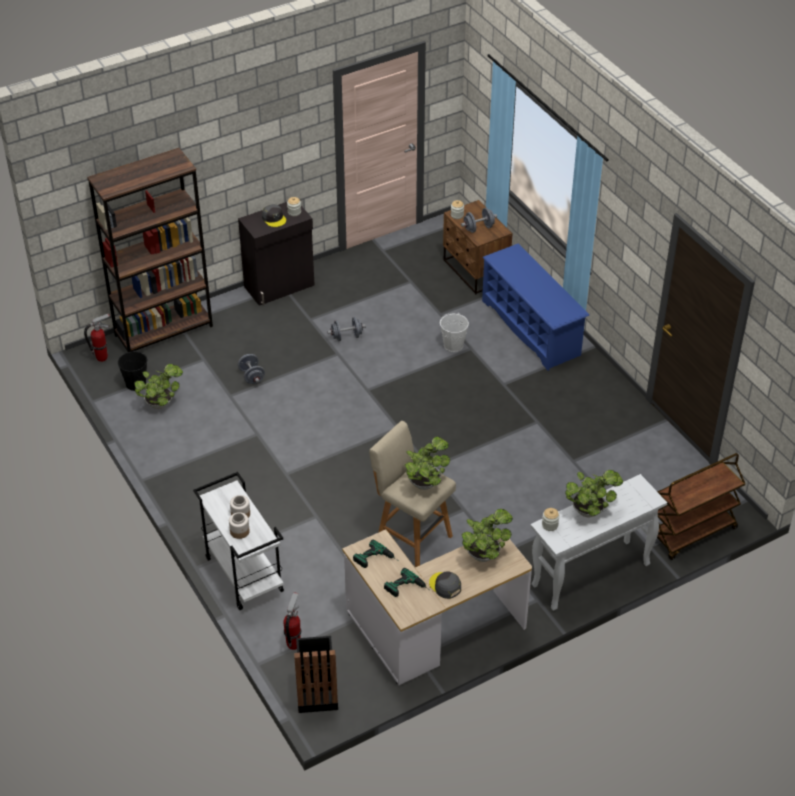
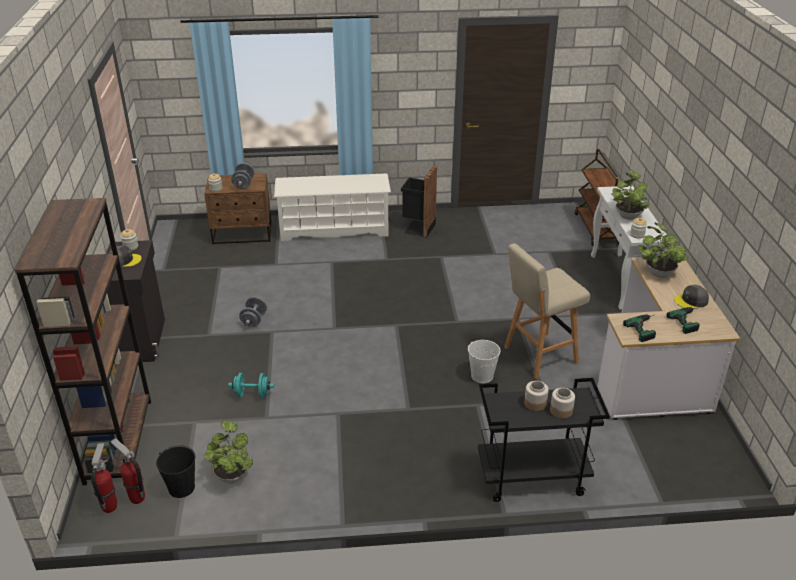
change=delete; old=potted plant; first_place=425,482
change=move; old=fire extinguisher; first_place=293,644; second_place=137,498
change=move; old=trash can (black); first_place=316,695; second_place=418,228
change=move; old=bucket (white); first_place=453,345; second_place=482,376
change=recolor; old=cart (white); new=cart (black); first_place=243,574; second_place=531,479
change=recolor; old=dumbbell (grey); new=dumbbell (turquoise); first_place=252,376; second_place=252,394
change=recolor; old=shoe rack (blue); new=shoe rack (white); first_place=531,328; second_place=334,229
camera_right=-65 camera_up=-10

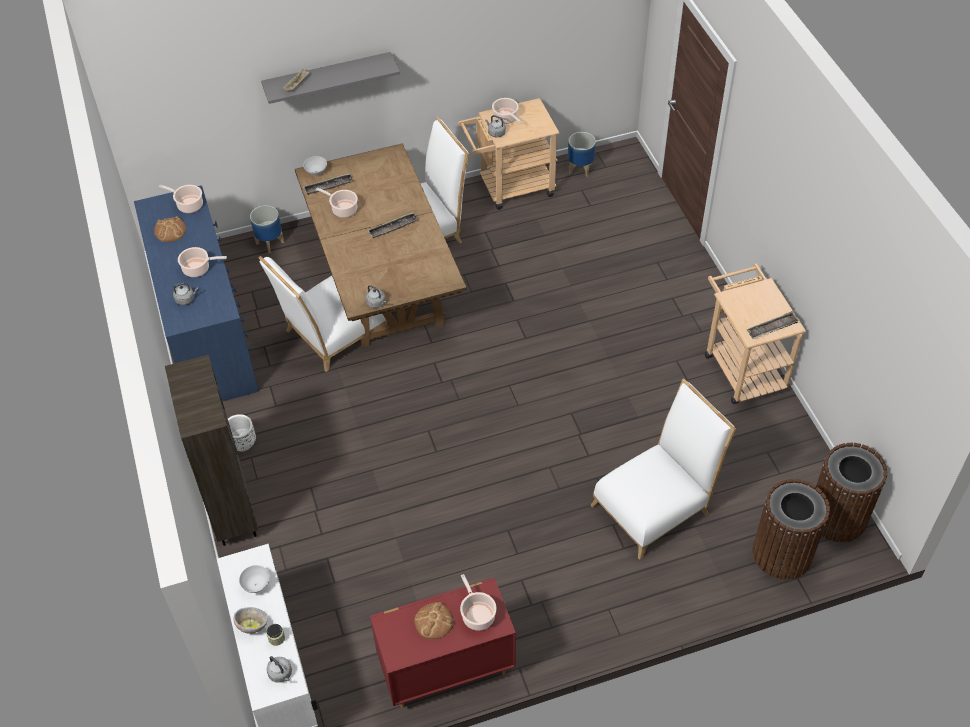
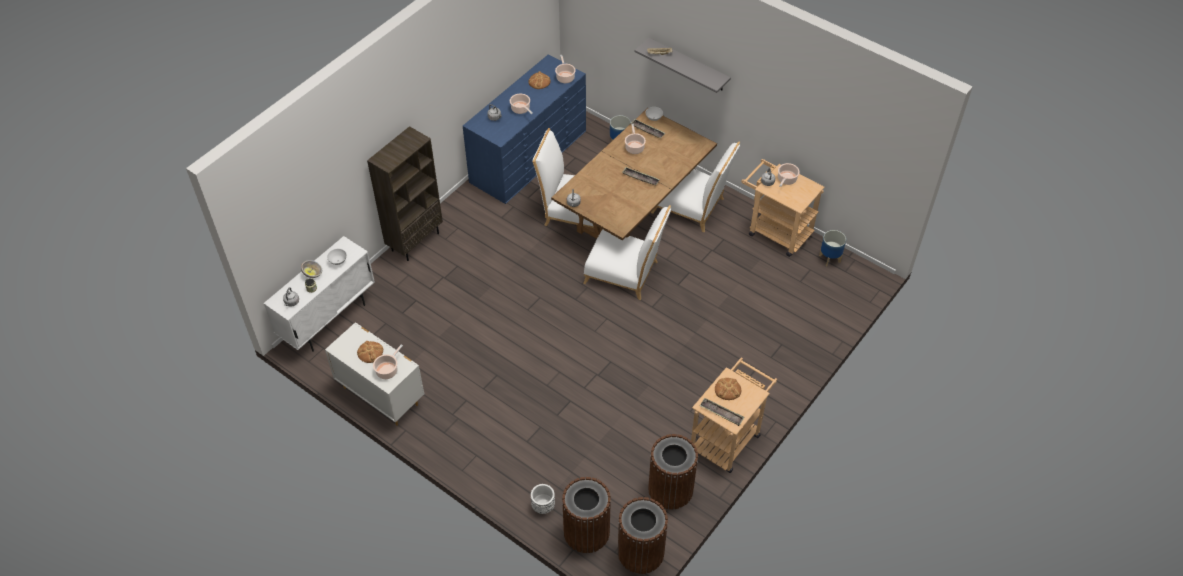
change=insert; new=trash can (brown); second_place=670,489
change=insert; new=bread; second_place=727,389
change=move; old=planter (white); first_place=242,443; second_place=543,506
change=move; old=chair (white); first_place=655,505; second_place=625,274
change=recolor; old=dresser (red); new=dresser (white); first_place=445,670; second_place=380,395
camera_right=55 camera_up=0

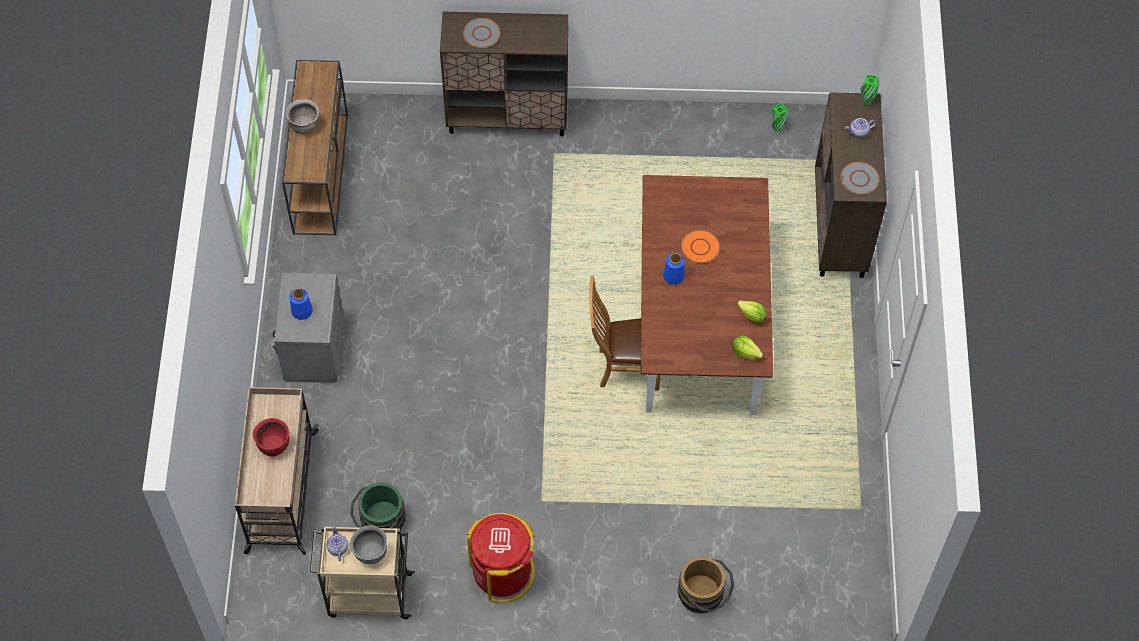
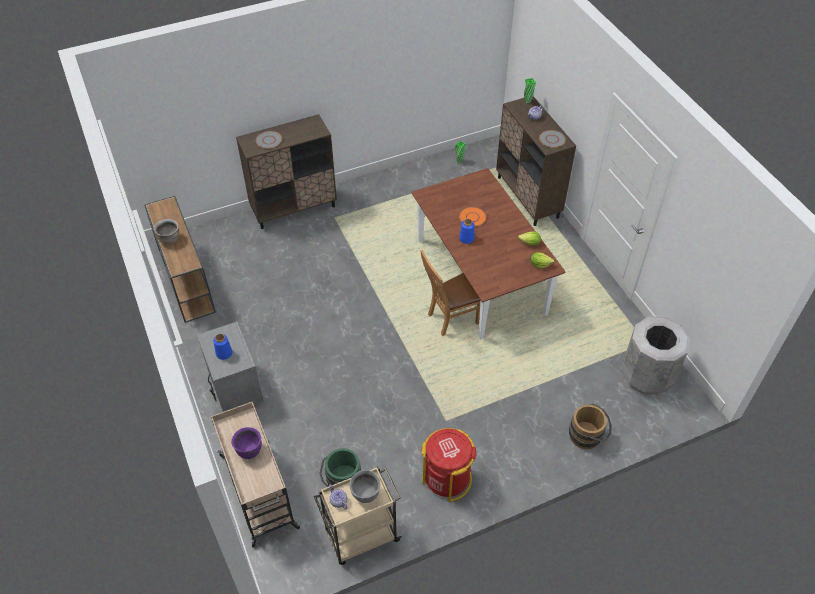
change=insert; new=trash can (grey); second_place=646,376
change=recolor; old=cooking pot (red); new=cooking pot (purple); first_place=273,445; second_place=249,450
camera_right=-25 camera_up=-10

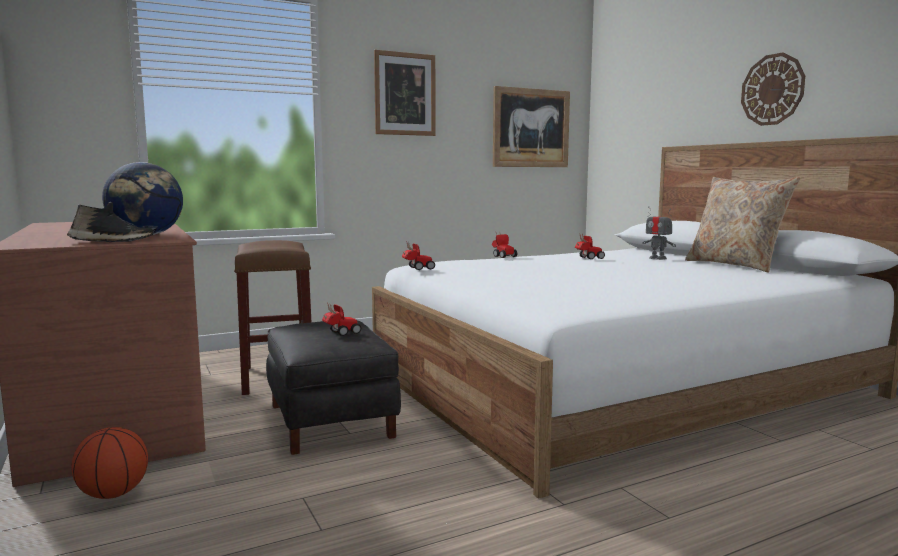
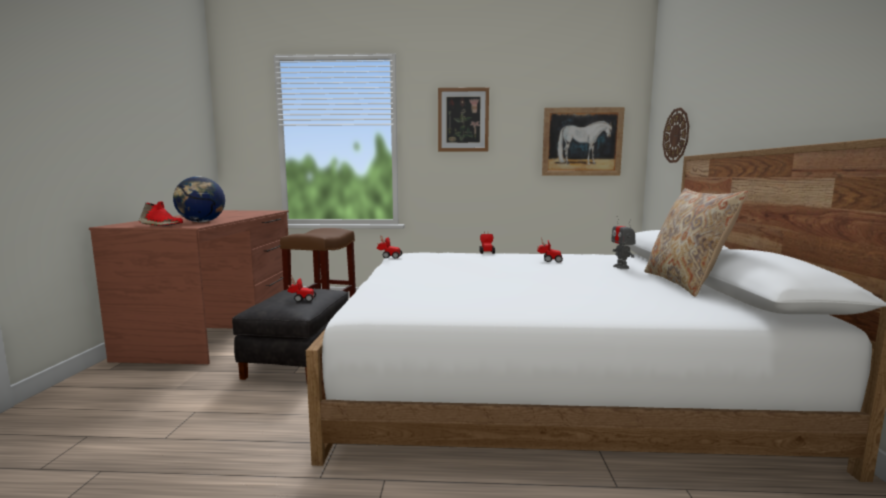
change=delete; old=basketball; first_place=113,494
change=move; old=wall clock; first_place=772,89; second_place=676,135
change=recolor; old=shoe (black); new=shoe (red); first_place=111,241; second_place=160,225
camera_right=30 camera_up=0

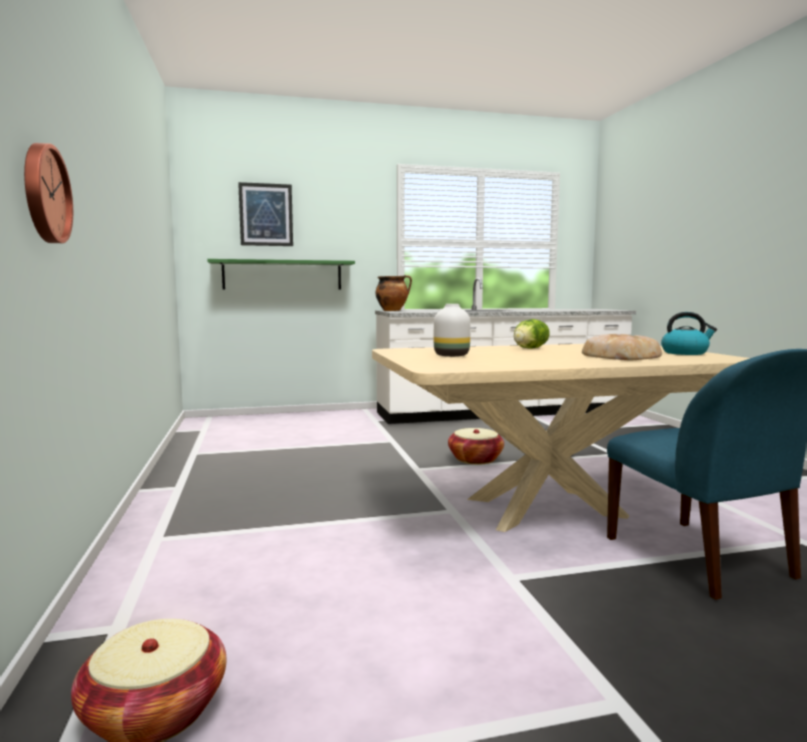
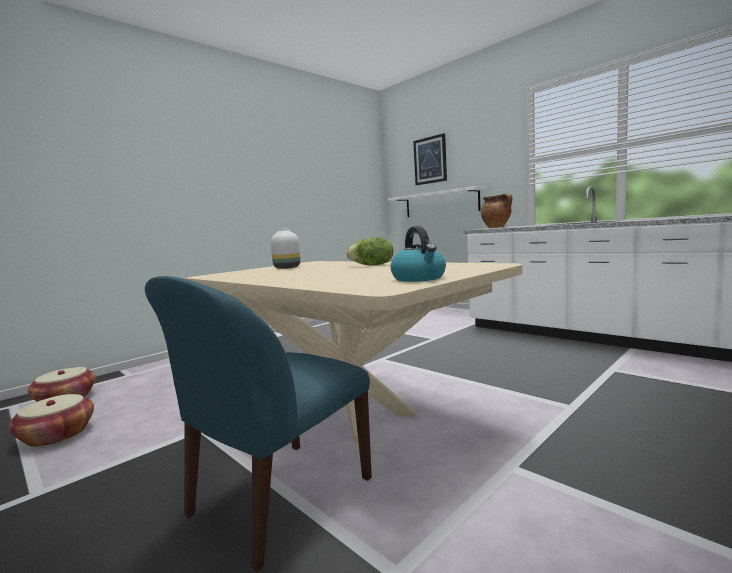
change=delete; old=wall clock; first_place=44,194
change=delete; old=bread; first_place=620,356
change=move; old=basket; first_place=475,459; second_place=57,435
change=recolor; old=shelf (green); new=shelf (white); first_place=282,275; second_place=441,203
camera_right=60 camera_up=0

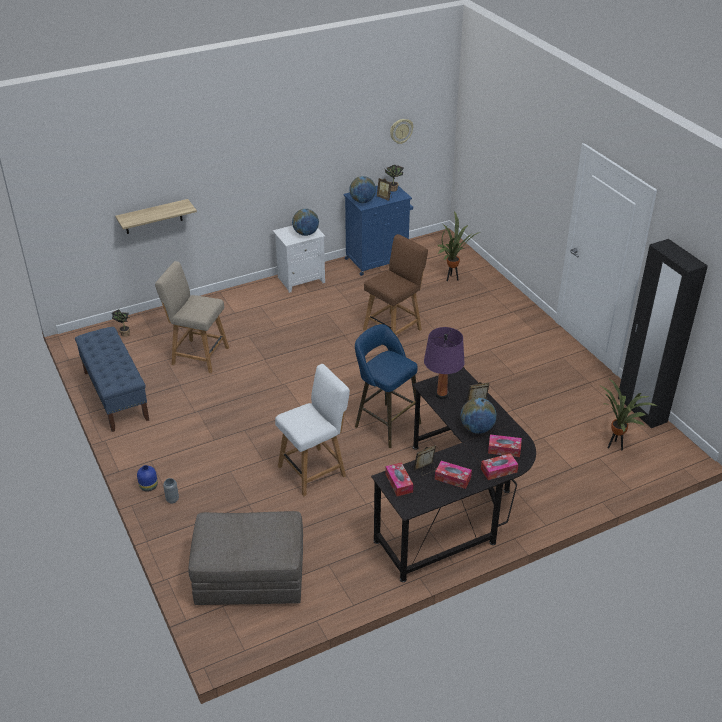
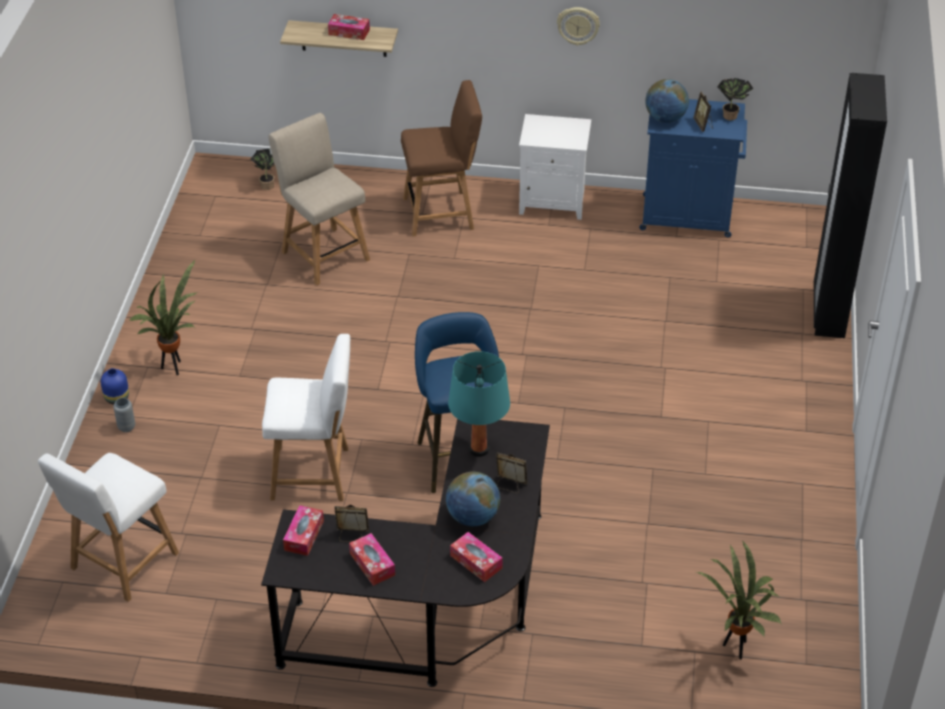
change=delete; old=bench (blue); first_place=115,395
change=delete; old=globe; first_place=306,233
change=move; old=chair (brown); first_place=394,328; second_place=442,213
change=move; old=wall clock; first_place=401,131; second_place=578,25
change=move; old=potted plant; first_place=452,278; second_place=174,367
change=move; old=tissue box; first_place=498,470; second_place=349,32
change=move; old=wardrobe (black); first_place=641,410; second_place=828,312
change=replace; old=ottoman (grey); new=chair (white); first_place=249,576; second_place=121,564
change=recolor; old=table lamp (purple); new=table lamp (turquoise); first_place=442,395; second_place=479,449
camera_right=35 camera_up=5

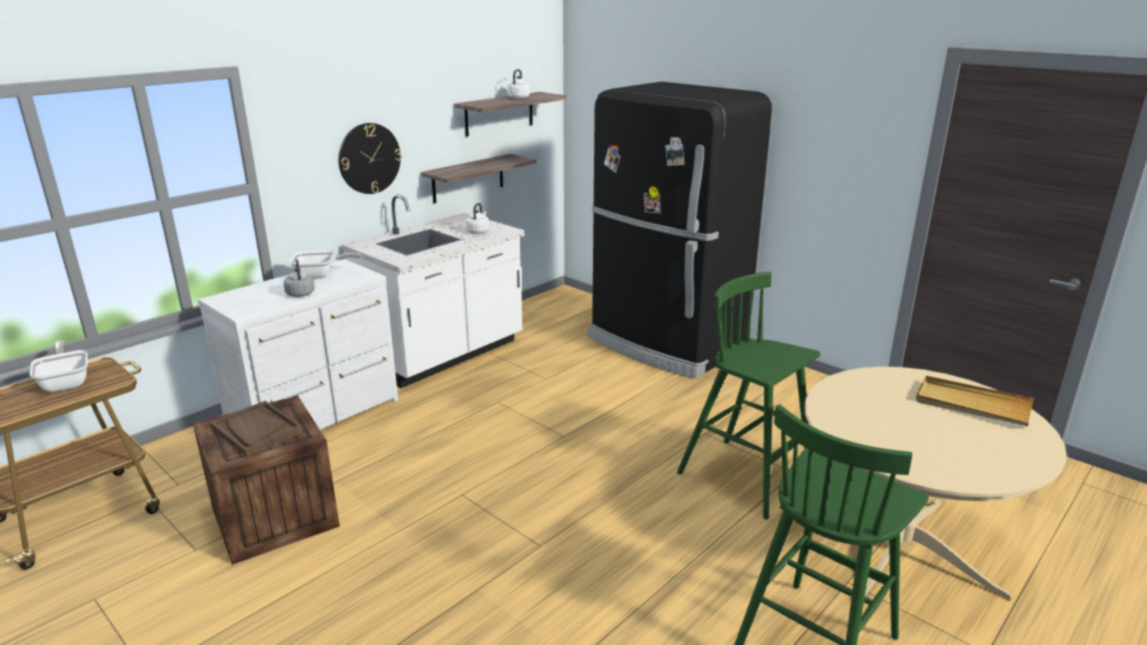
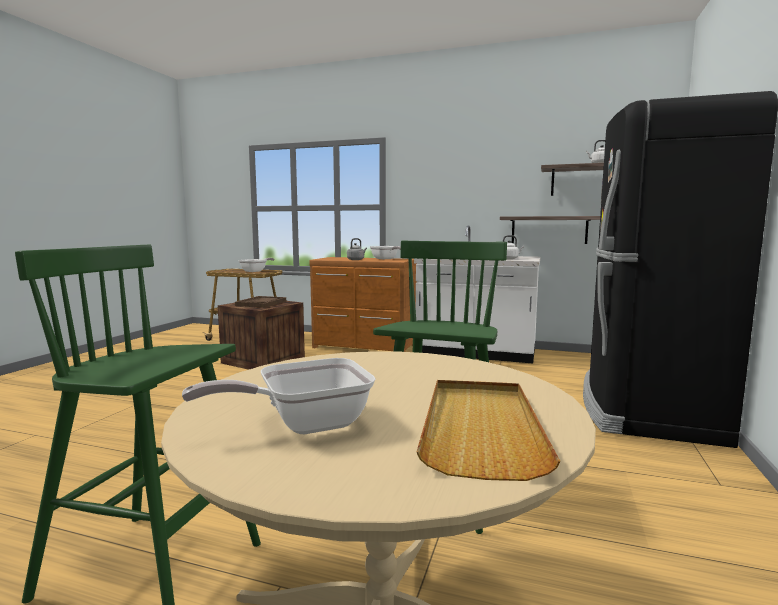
change=delete; old=wall clock; first_place=369,158
change=insert; new=frying pan; second_place=303,424
change=recolor; old=dresser (white); new=dresser (brown); first_place=318,415; second_place=364,347
camera_right=65 camera_up=-15

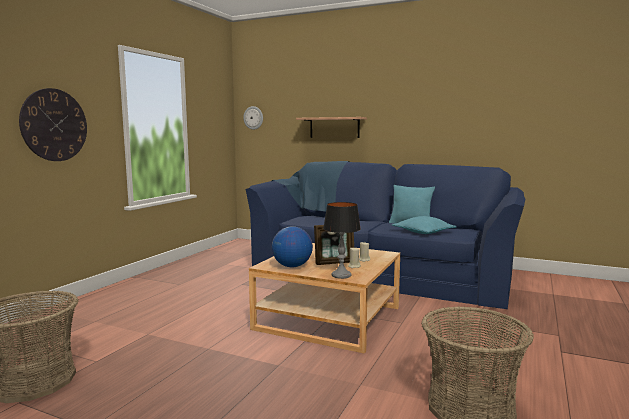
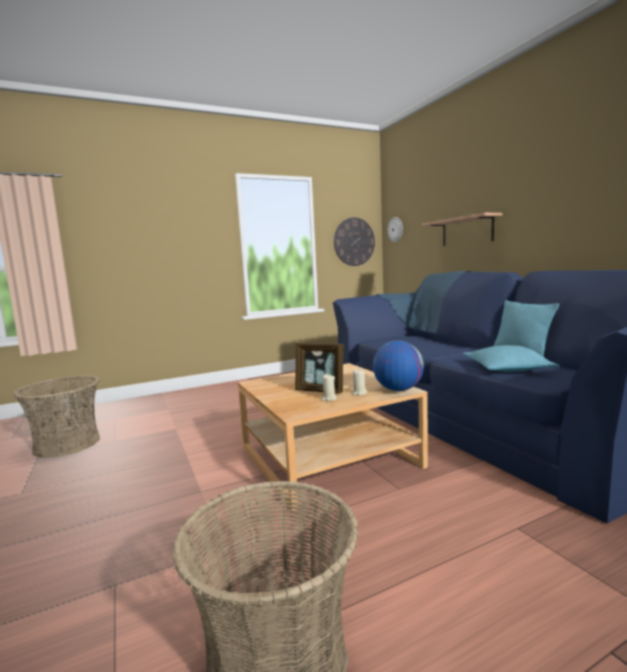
change=delete; old=table lamp; first_place=341,275
change=move; old=wall clock; first_place=54,125; second_place=354,242
change=move; old=globe; first_place=292,266; second_place=398,389
camera_right=40 camera_up=0

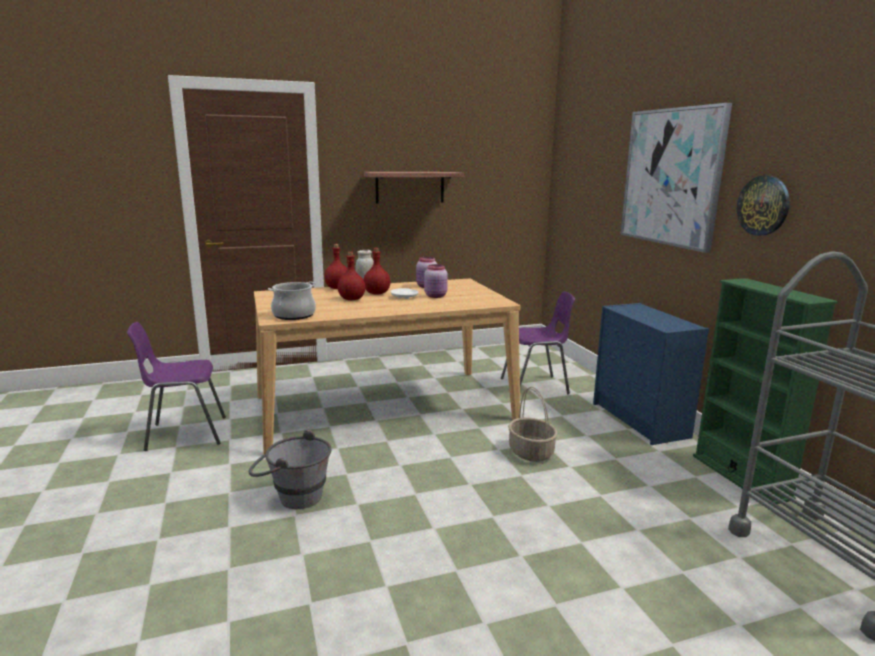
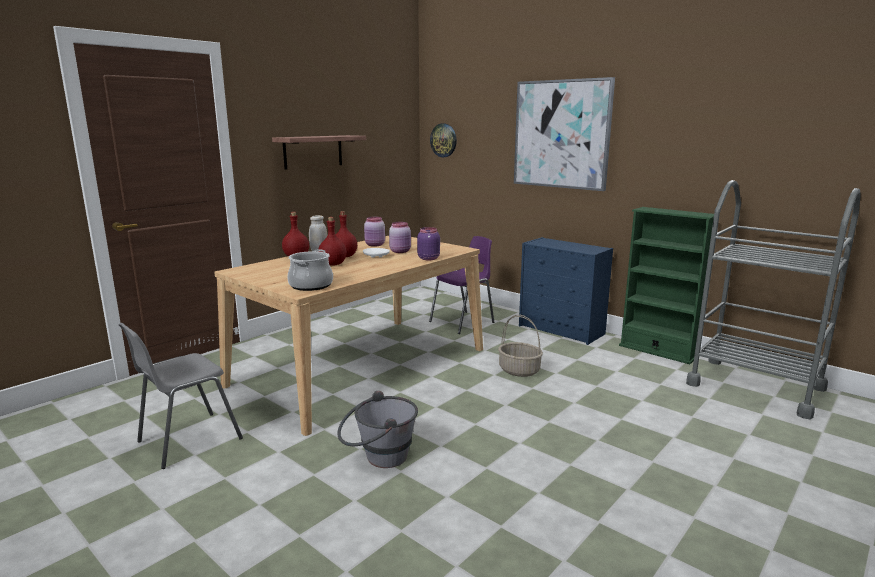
change=insert; new=jar (purple); second_place=429,258
change=move; old=wall clock; first_place=763,205; second_place=443,140
change=recolor; old=chair (purple); new=chair (grey); first_place=184,434; second_place=187,440
camera_right=-30 camera_up=0

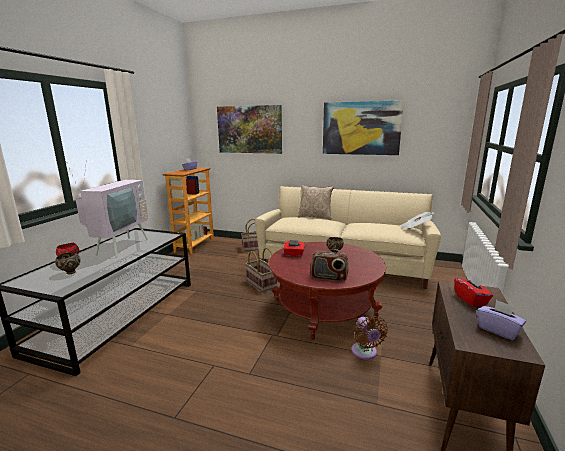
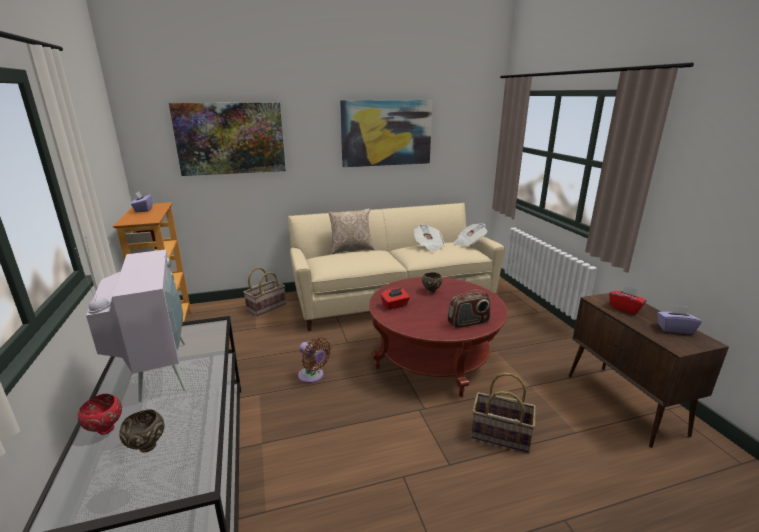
change=insert; new=newspaper; second_place=429,246
change=move; old=basket; first_place=260,284; second_place=500,435
change=move; old=fan (brown); first_place=365,353; second_place=312,376
camera_right=-35 camera_up=5

